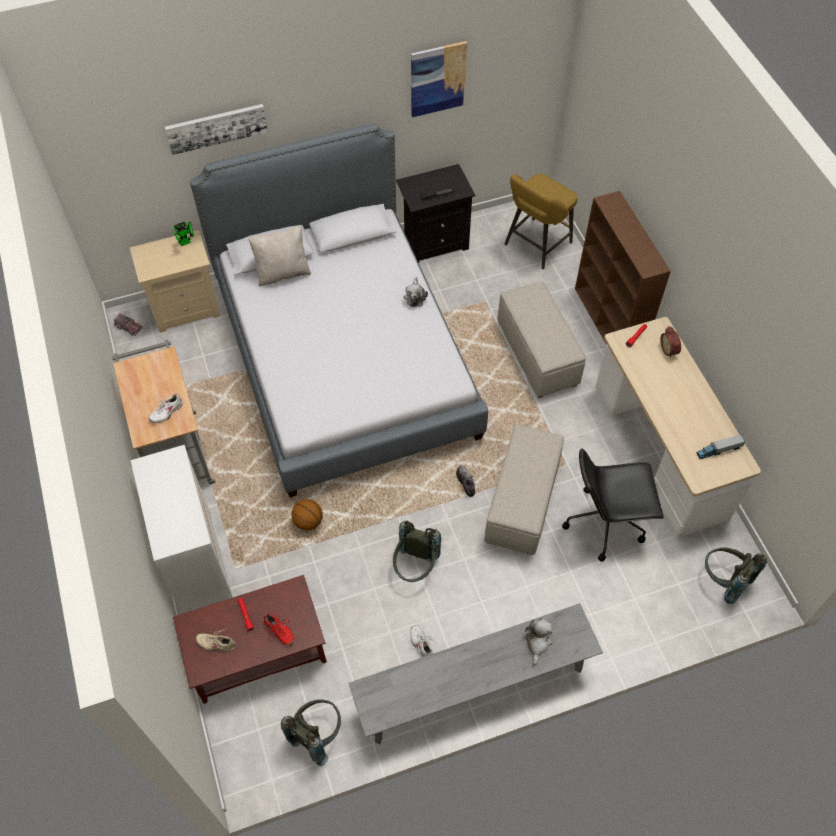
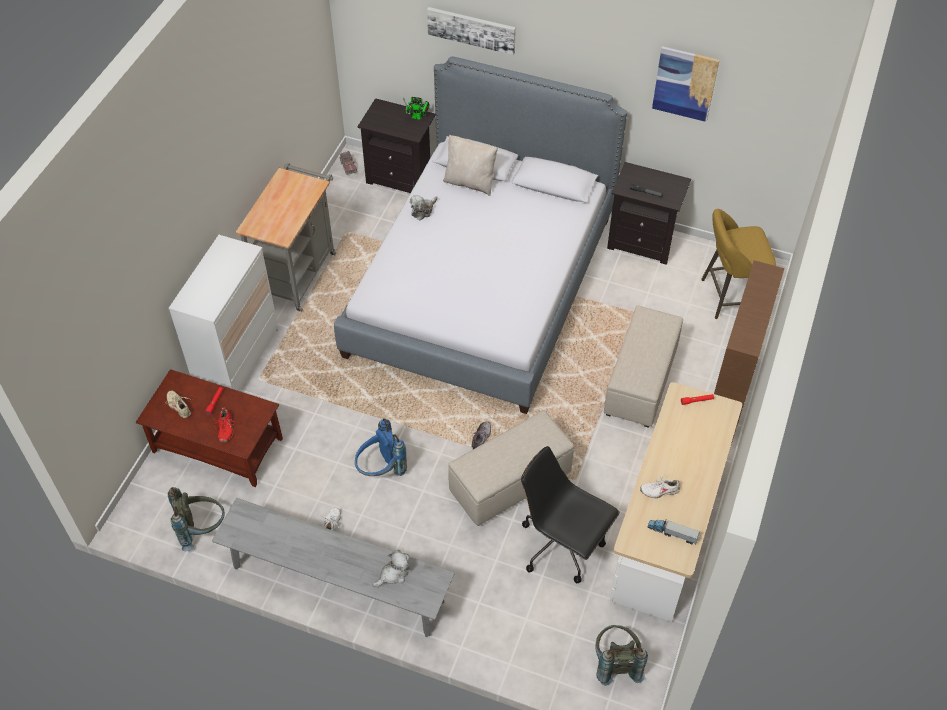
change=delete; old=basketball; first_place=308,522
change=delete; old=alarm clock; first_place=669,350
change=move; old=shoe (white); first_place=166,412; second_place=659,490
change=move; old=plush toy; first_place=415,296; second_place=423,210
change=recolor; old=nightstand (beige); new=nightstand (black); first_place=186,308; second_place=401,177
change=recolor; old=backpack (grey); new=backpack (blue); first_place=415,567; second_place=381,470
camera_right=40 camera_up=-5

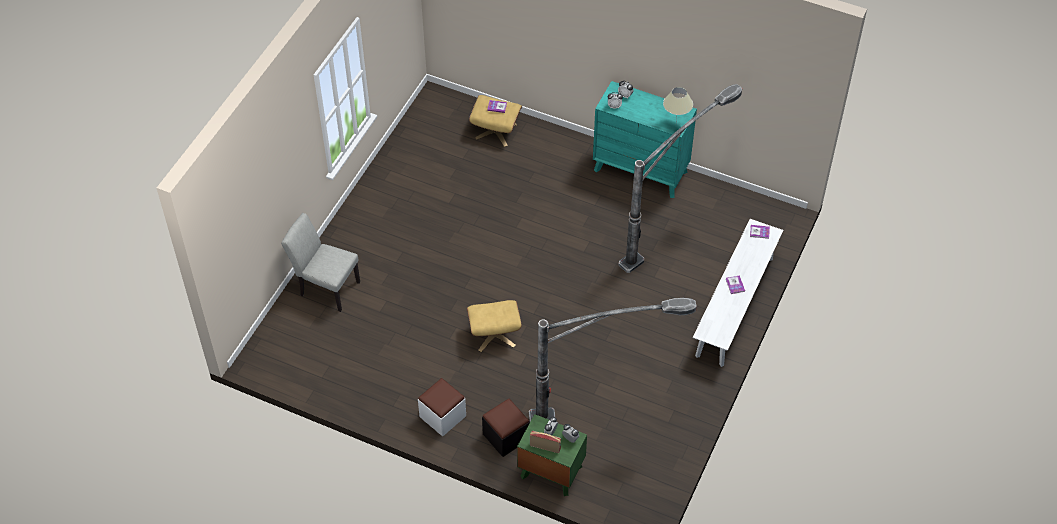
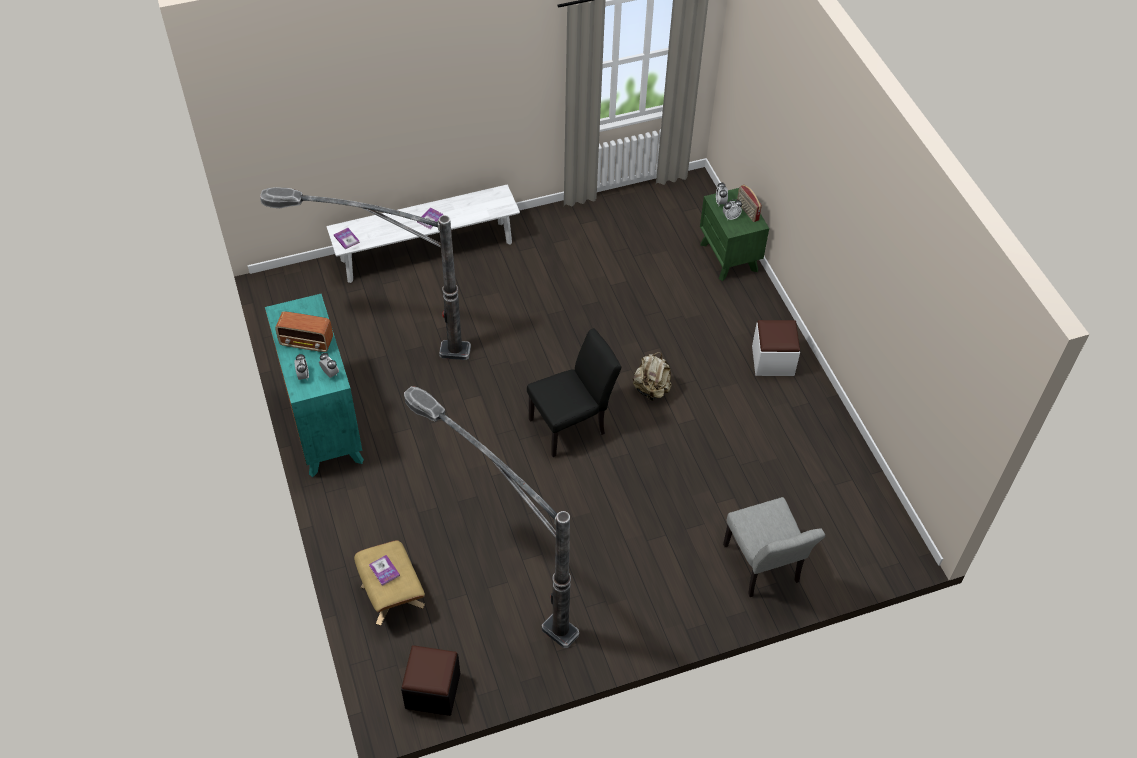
change=delete; old=table lamp (beige); first_place=675,124
change=insert; new=radio; second_place=307,342
change=insert; new=chair (black); second_place=572,425
change=move; old=ottoman (black); first_place=506,436; second_place=432,690
change=move; old=floor lamp; first_place=605,412; second_place=497,581
change=replace; old=ottoman (beige); new=backpack (beige); first_place=494,335; second_place=651,389
camera_right=-135 camera_up=0

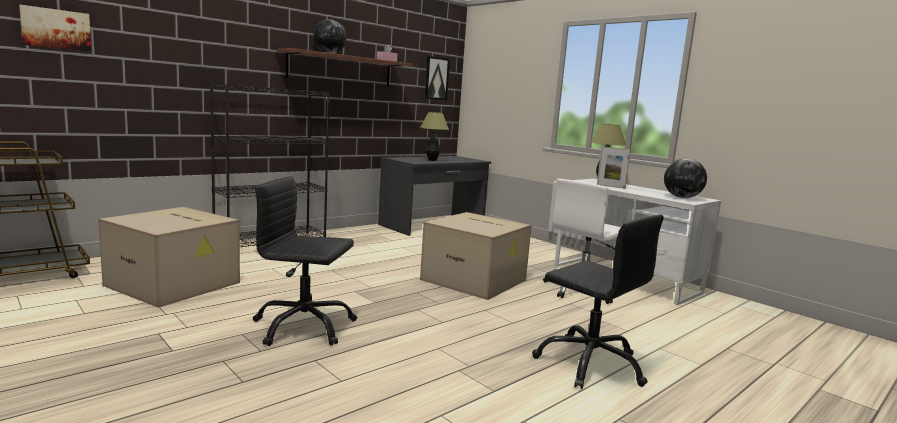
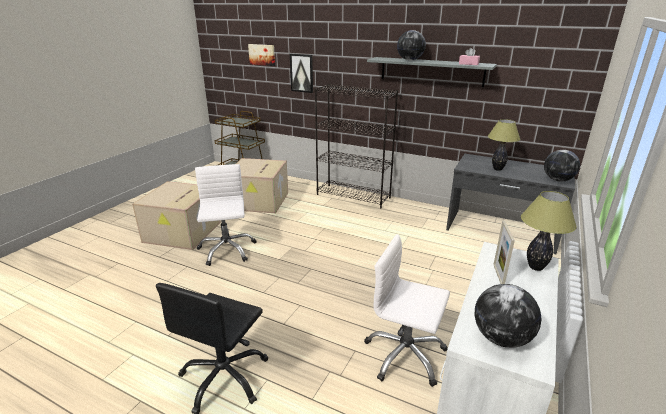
change=insert; new=globe; second_place=557,180
change=move; old=cardboard box; first_place=475,280; second_place=183,232
change=move; old=picture; first_place=436,78; second_place=302,73
change=recolor; old=office chair (black); new=office chair (white); first_place=303,327; second_place=226,250
change=recolor; old=shelf (brown); new=shelf (grey); first_place=341,69; second_place=431,71
camera_right=70 camera_up=15

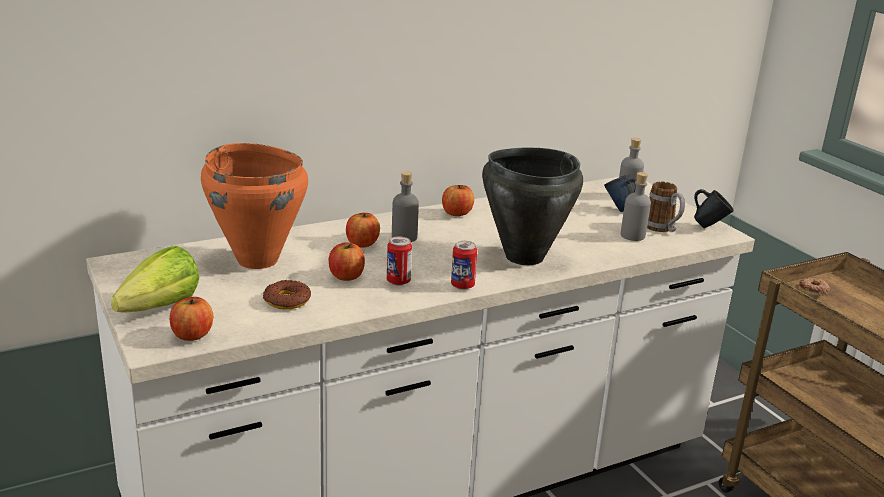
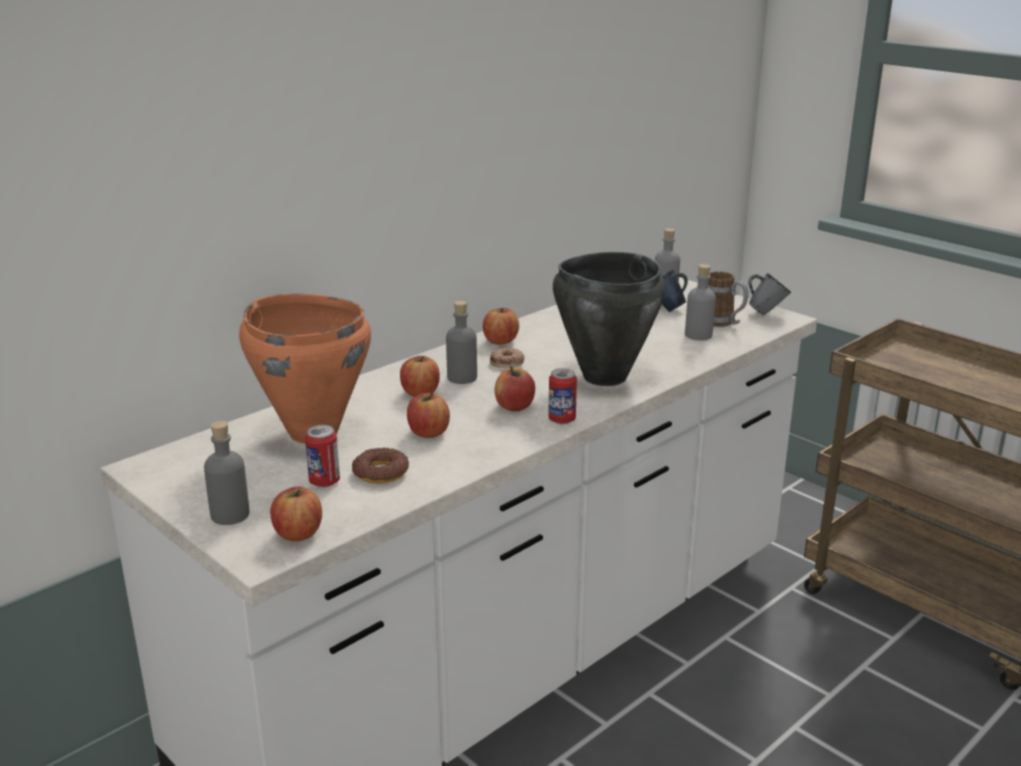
change=insert; new=apple; second_place=514,406
change=move; old=can; first_place=398,281; second_place=324,482
change=move; old=donut; first_place=813,290; second_place=507,362
change=replace; old=lettuce; new=bottle (grey); first_place=152,311; second_place=230,515
change=recolor; old=mug (blue); new=mug (grey); first_place=709,226; second_place=766,313
camera_right=-15 camera_up=0

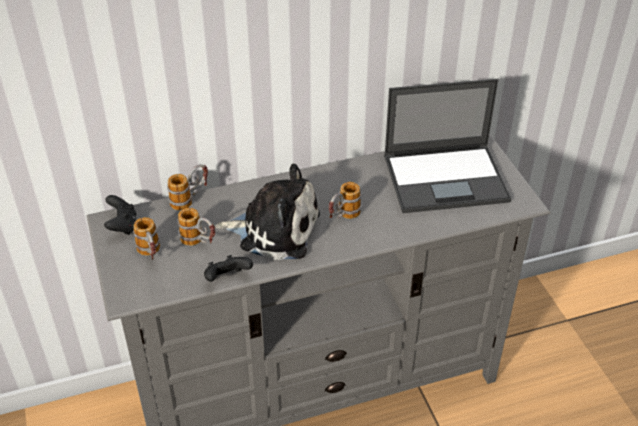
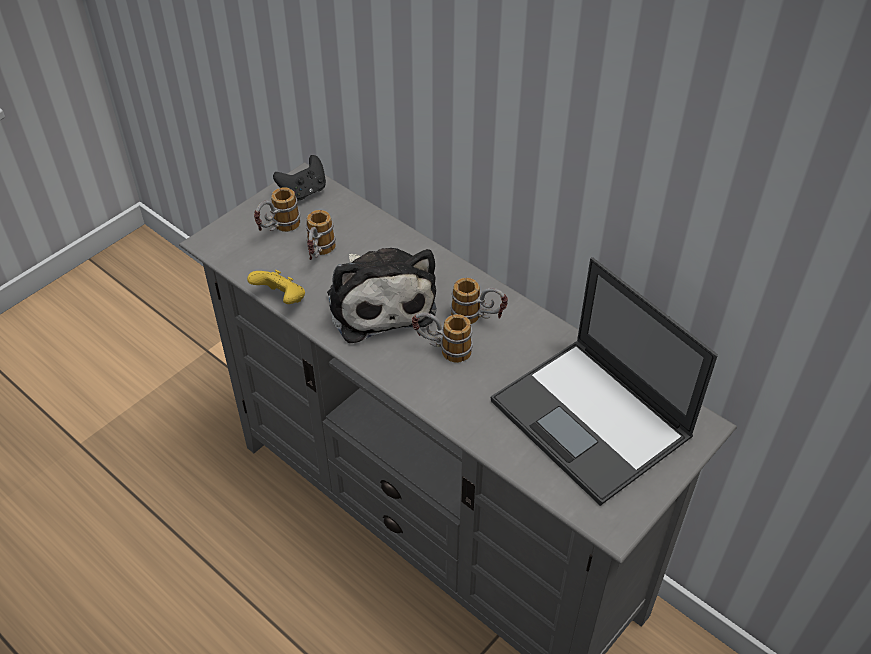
change=move; old=mug; first_place=190,199; second_place=478,319
change=recolor; old=game controller (black); new=game controller (yellow); first_place=227,278; second_place=281,299
camera_right=60 camera_up=5

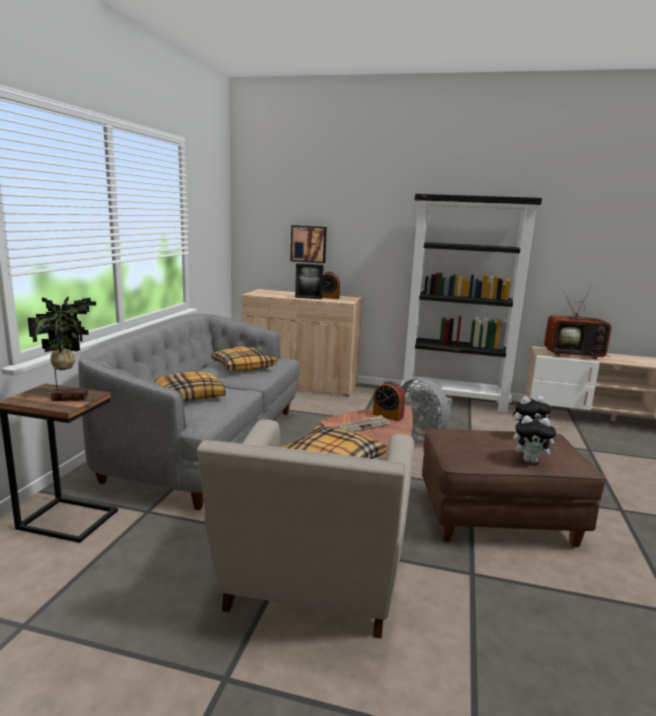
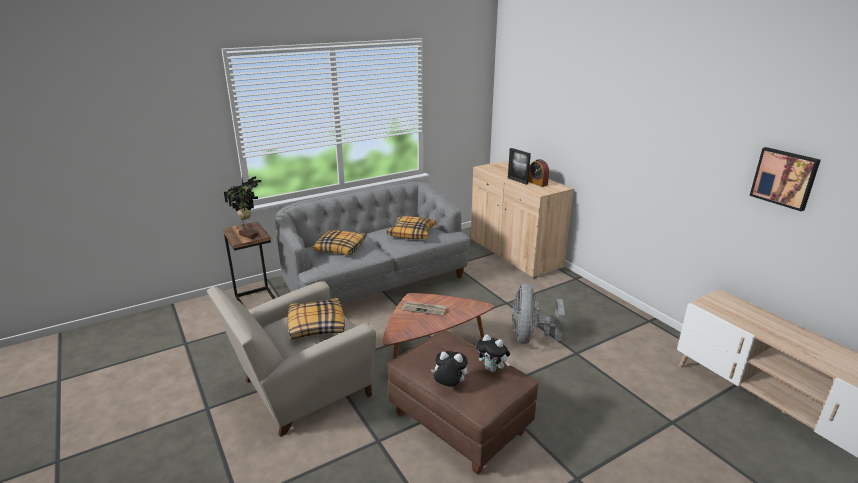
change=delete; old=alarm clock; first_place=388,416
change=delete; old=bookcase (black); first_place=454,401
change=delete; old=television; first_place=574,354
change=move; old=picture; first_place=308,244; second_place=784,178
change=rotate; old=plush toy; first_place=531,460; second_place=449,386; degrees=135
camera_right=45 camera_up=10

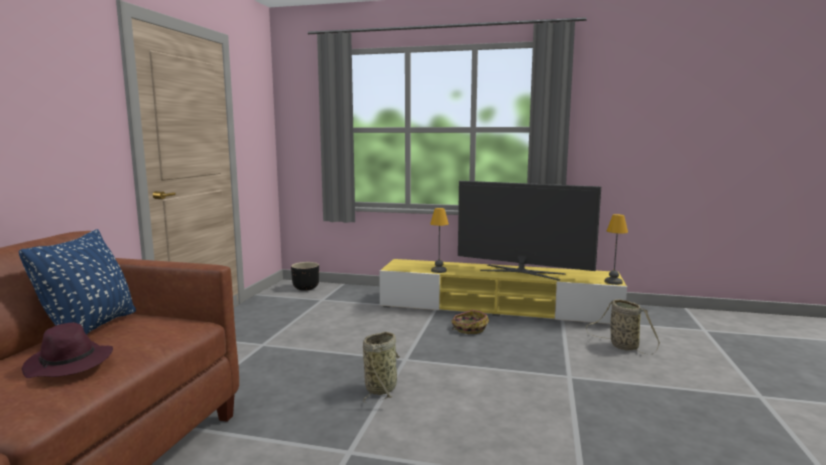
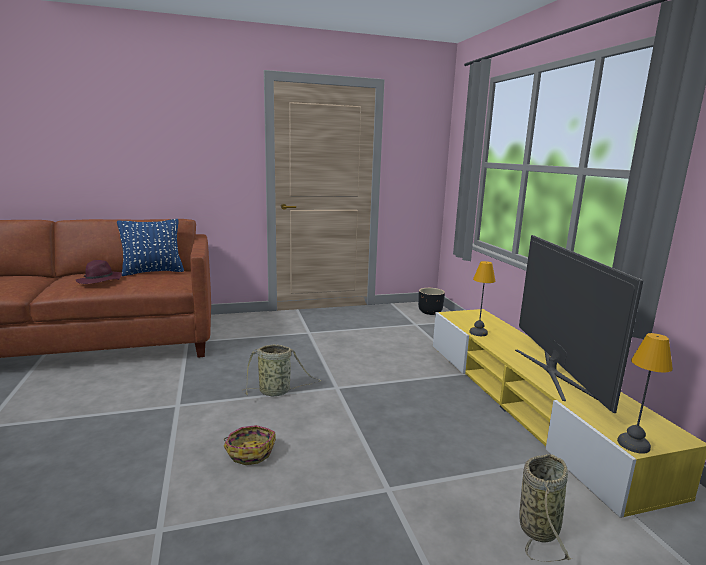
change=move; old=basket; first_place=468,329; second_place=250,451
camera_right=60 camera_up=5

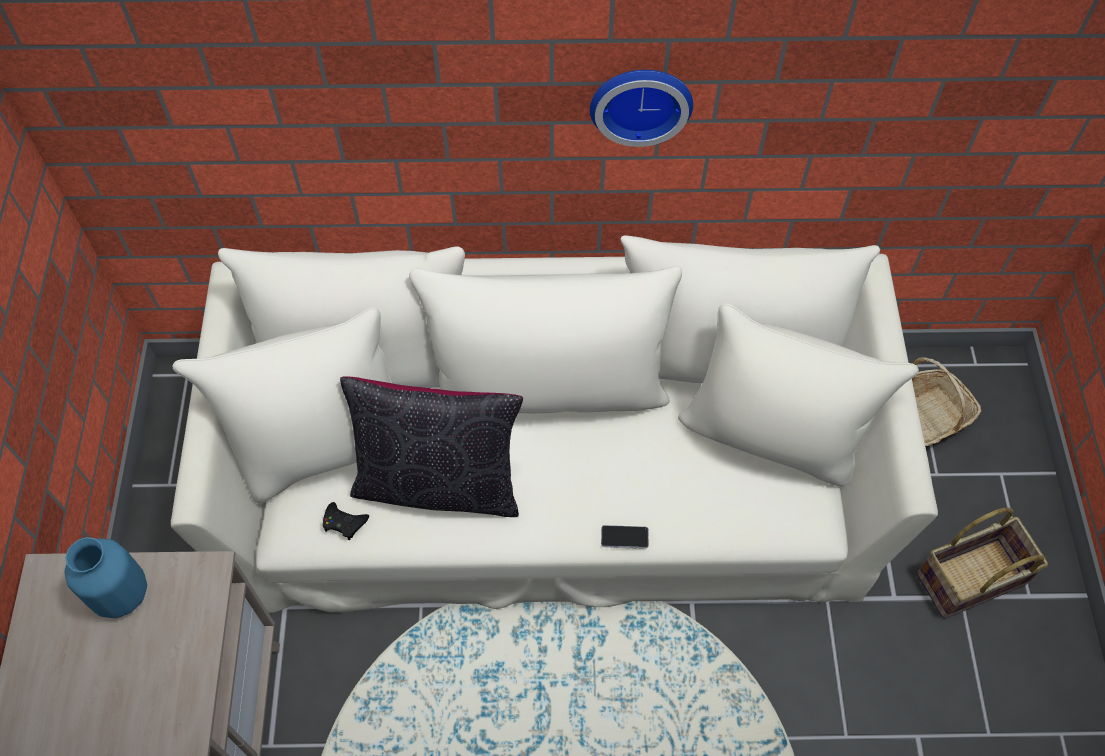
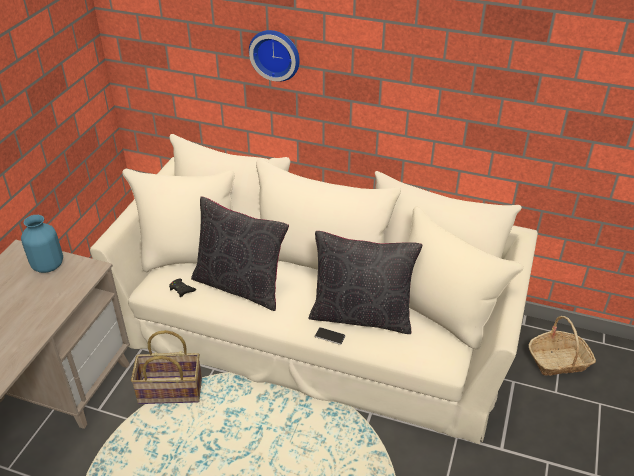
change=insert; new=pillow (black); second_place=361,315
change=move; old=wall clock; first_place=640,100; second_place=275,54
change=move; old=basket; first_place=971,581; second_place=170,391
camera_right=20 camera_up=-20

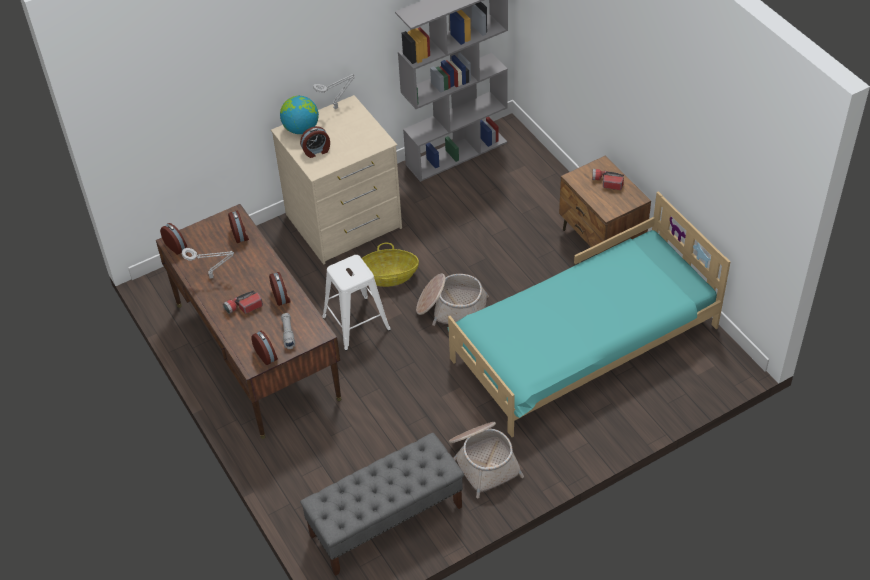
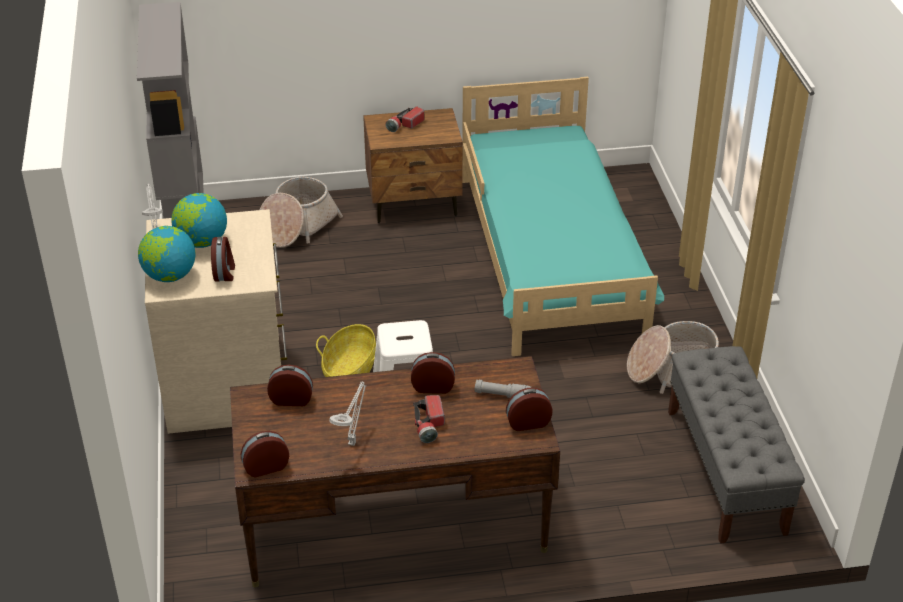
change=insert; new=globe; second_place=202,242
change=move; old=basket; first_place=452,309; second_place=297,226
camera_right=-70 camera_up=-10

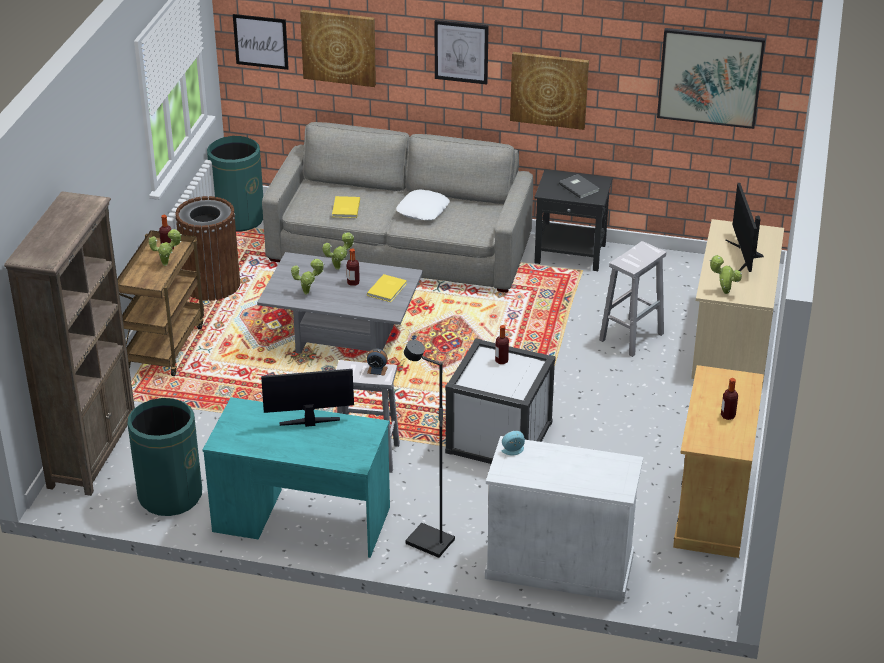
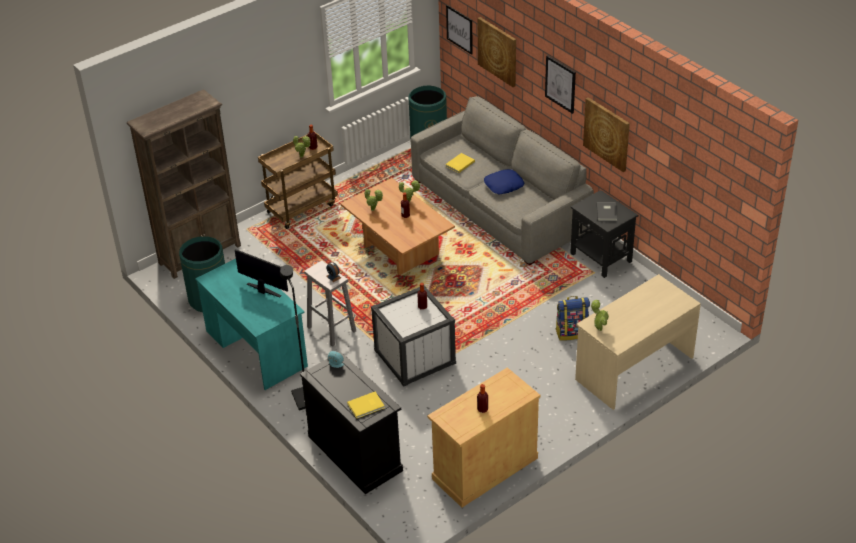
change=delete; old=trash can (brown); first_place=211,285
change=delete; old=picture; first_place=710,77
change=delete; old=monitor; first_place=744,256
change=move; old=book (yellow); first_place=388,289; second_place=367,406
change=replace; old=stool (white); new=backpack; first_place=632,336; second_place=572,332
change=recolor; old=coffee table (grey); new=coffee table (brown); first_place=343,340; second_place=399,250
change=recolor; old=pillow (white); new=pillow (blue); first_place=423,210; second_place=504,185
change=recolor; old=cabinet (white); new=cabinet (black); first_place=559,567; second_place=355,453
camera_right=40 camera_up=5

